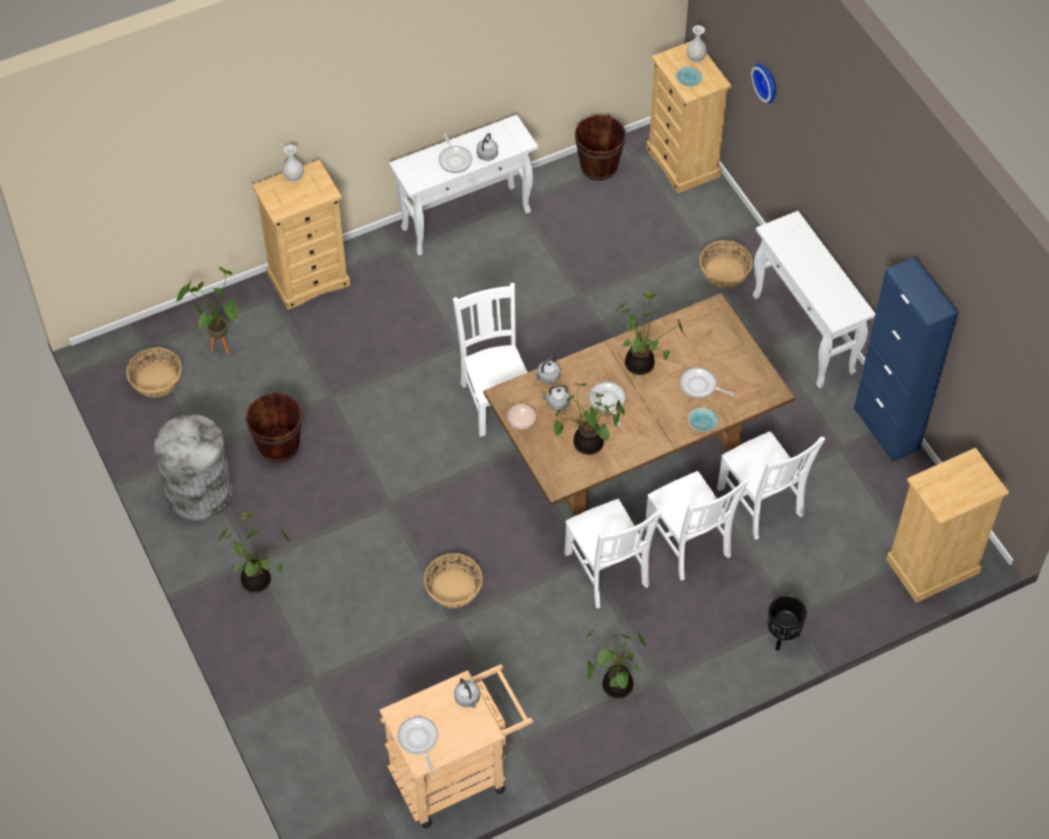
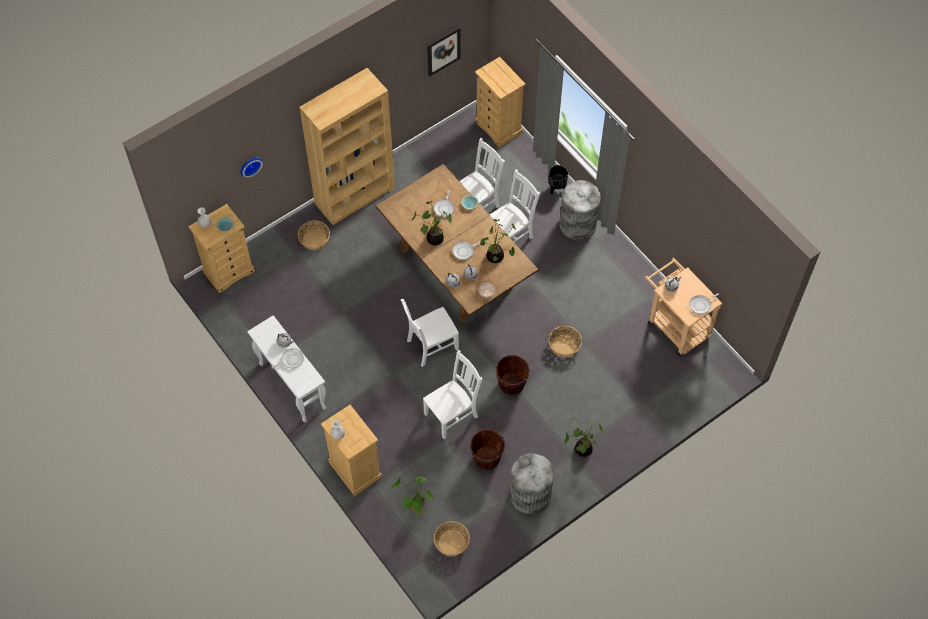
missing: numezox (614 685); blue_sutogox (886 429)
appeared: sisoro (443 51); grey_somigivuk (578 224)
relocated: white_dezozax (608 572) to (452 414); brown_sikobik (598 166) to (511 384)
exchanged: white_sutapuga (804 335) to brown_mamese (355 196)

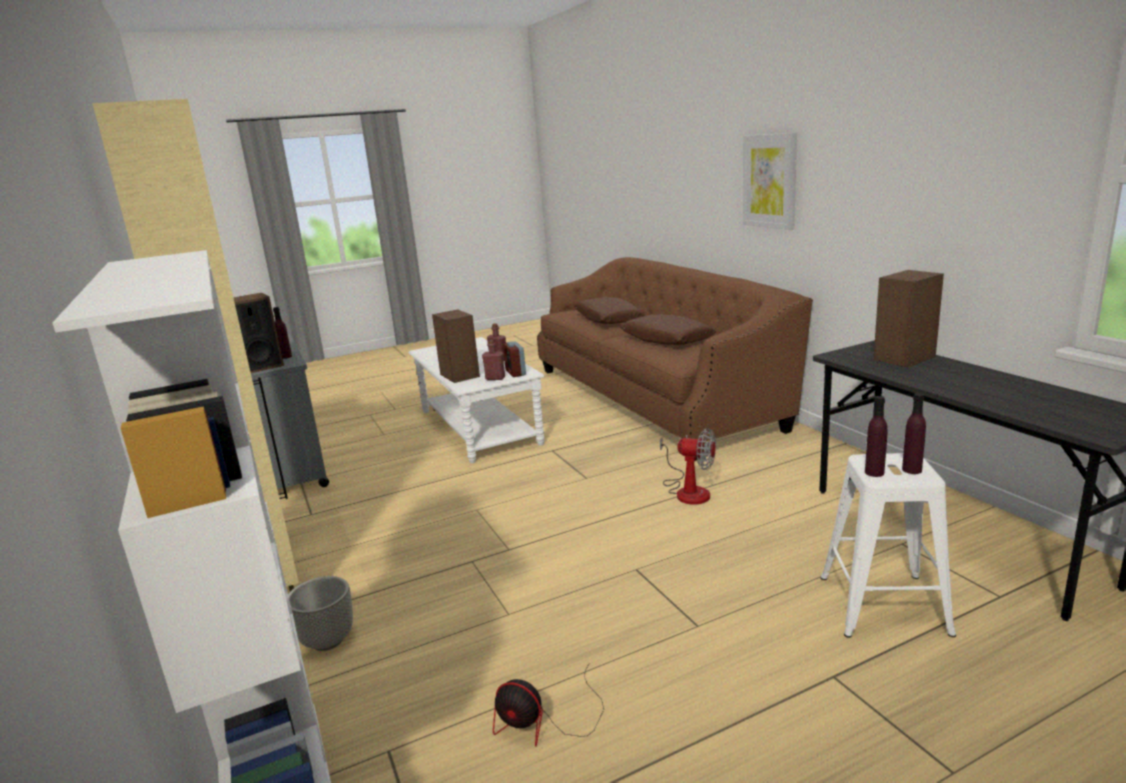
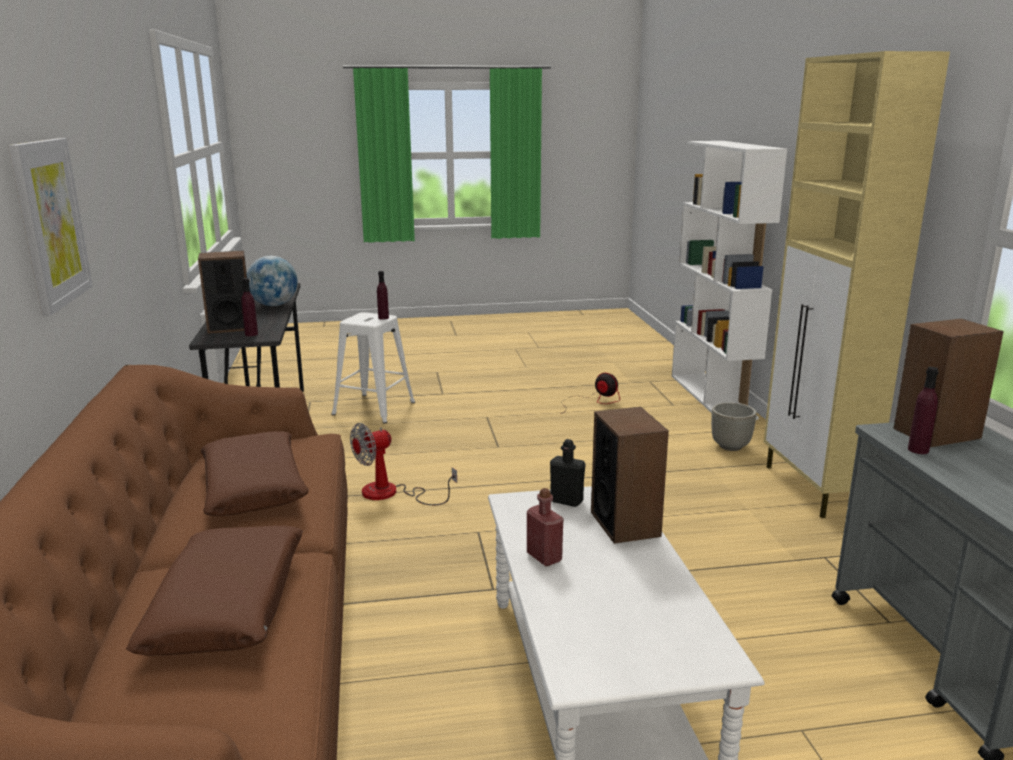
missing: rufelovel (515 373)
appeared: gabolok (274 305)
relocated: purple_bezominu (911 470) to (251 334)
colour: red_bezominu (495 378) to black_bezominu (566 501)
spun: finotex (688 490) = (391 494) 75 degrees counterclockwise

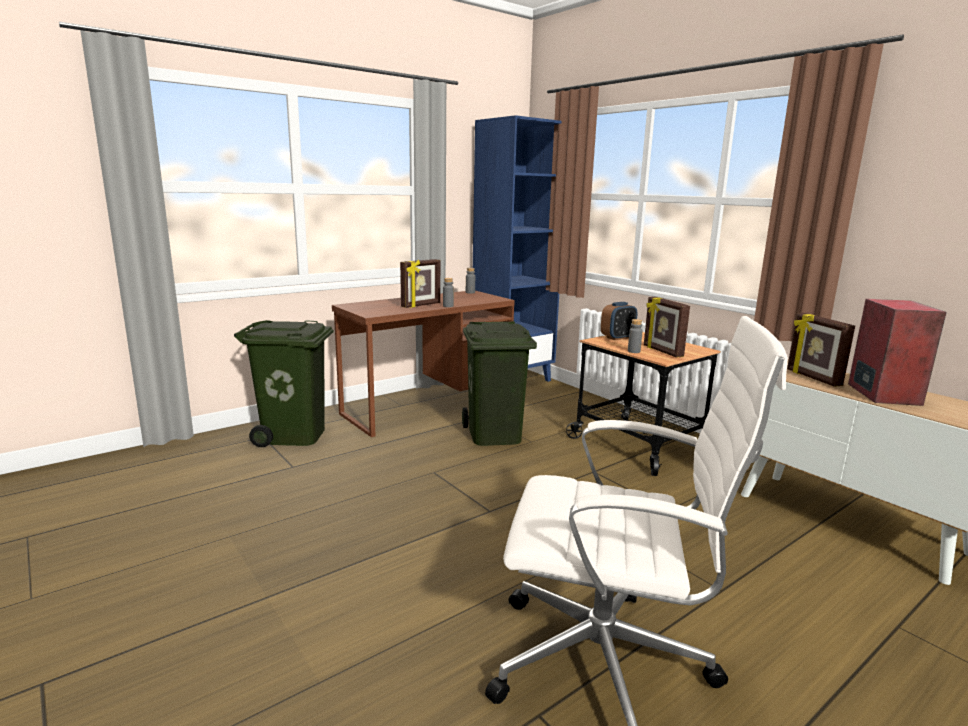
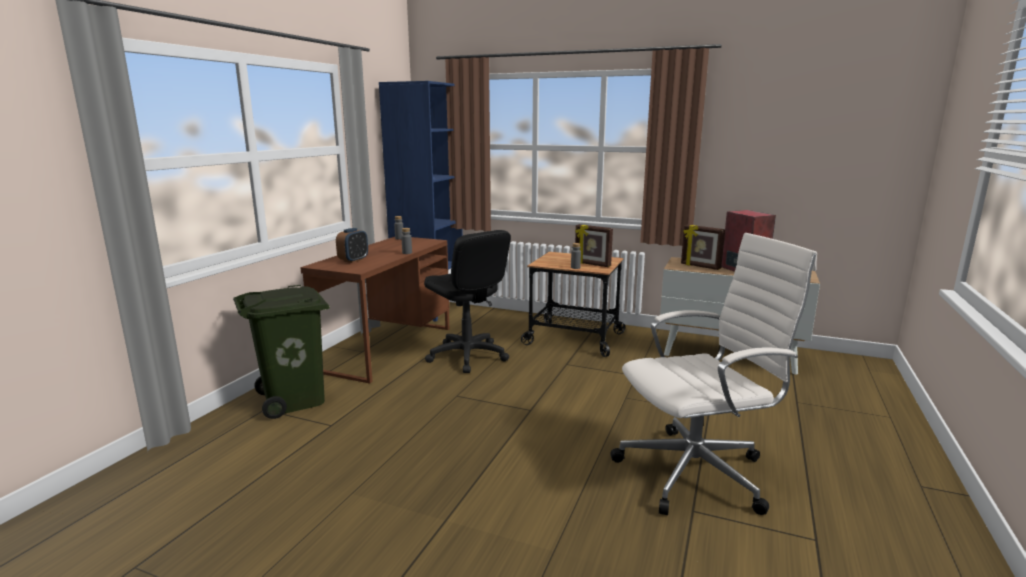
missing: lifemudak (421 305)
relocated: rufelovel (617 337) to (353 260)
exchanged: green_somigivuk (493 434) to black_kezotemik (467 356)

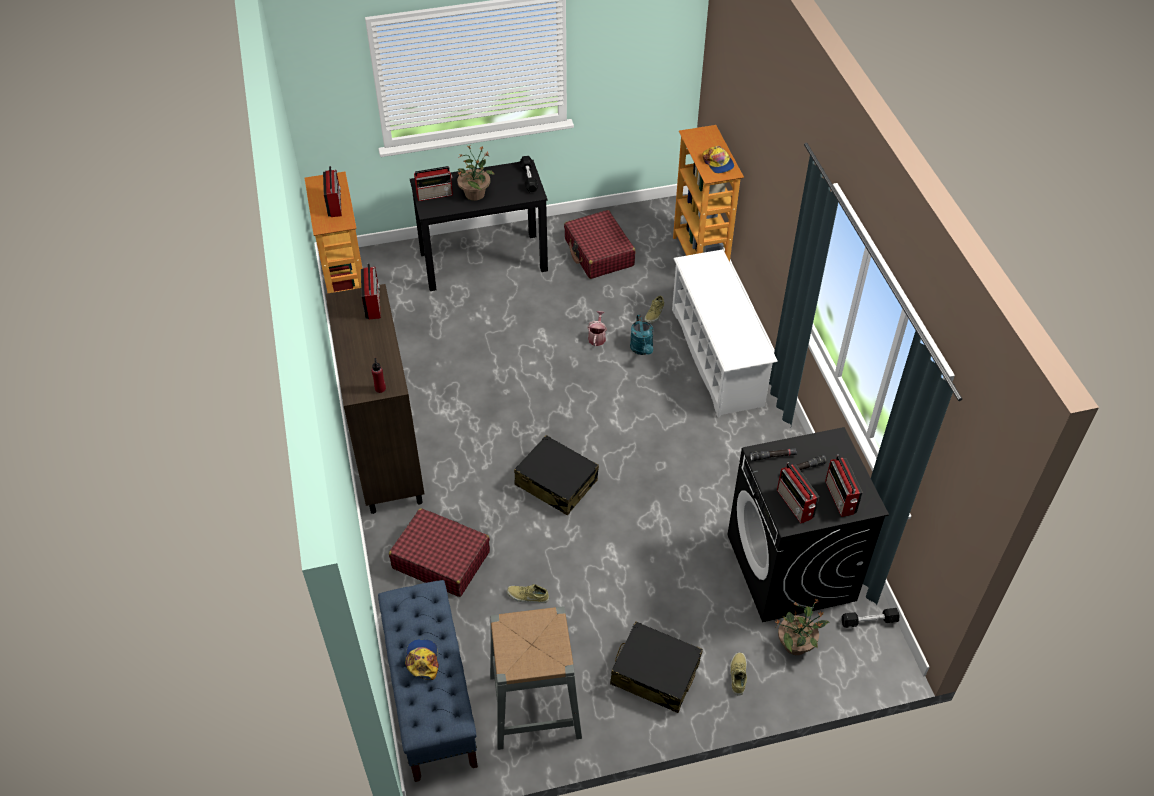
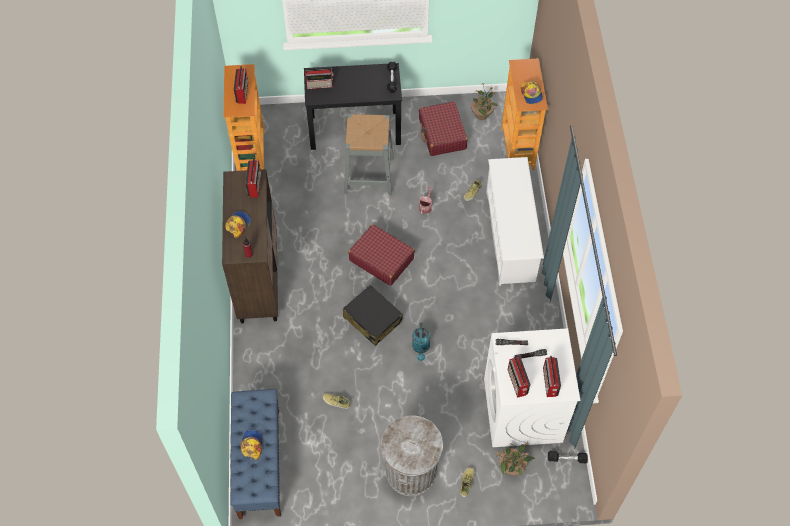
appeared: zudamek (238 224)
relocated: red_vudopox (441 559) to (381 259); numezox (475 193) to (482 114); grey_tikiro (535 706) to (369 175); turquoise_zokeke (642 349) to (421 348)
exchanged: black_vudopox (655 674) to grey_somigivuk (410 472)
colour: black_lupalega (791 568) to white_lupalega (523 411)

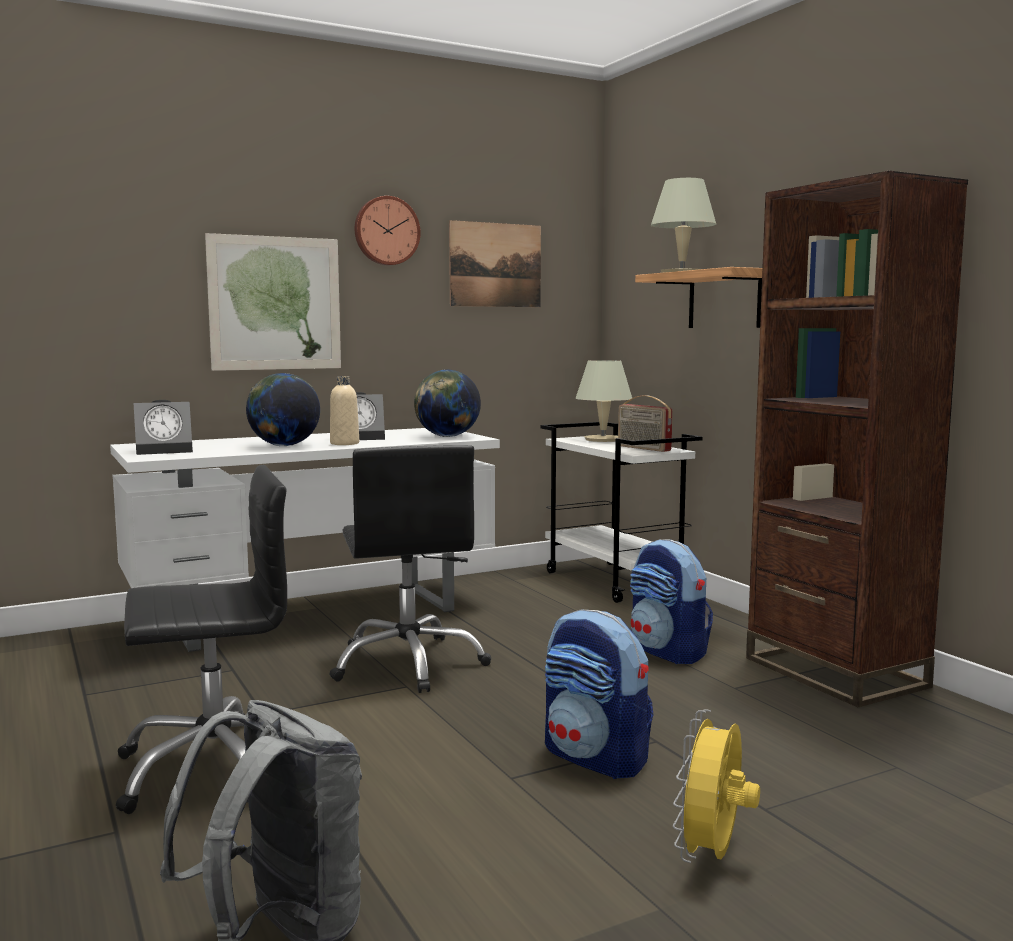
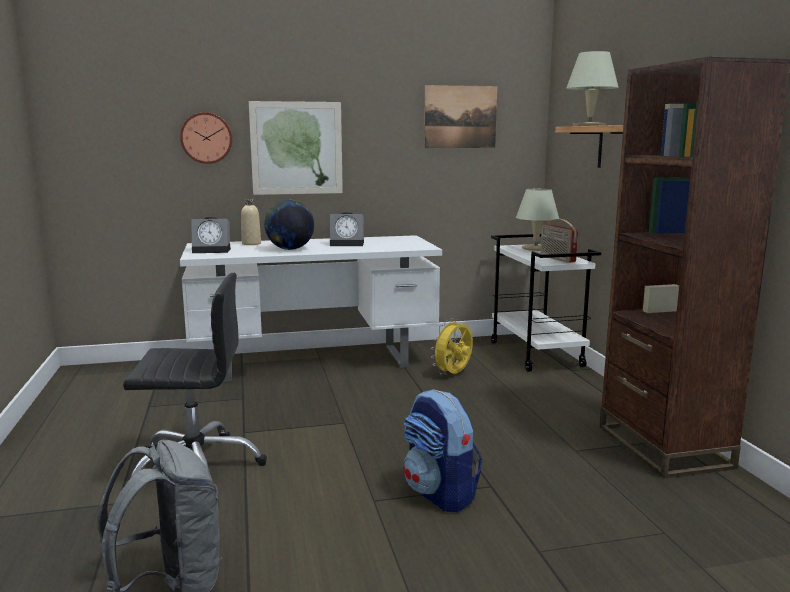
missing: black_kezotemik (409 663); gabolok (447 436); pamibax (668 652)
relocated: beige_bezominu (344 443) to (251 244); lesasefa (386 231) to (206 138); yellow_finotex (712 856) to (453 374)

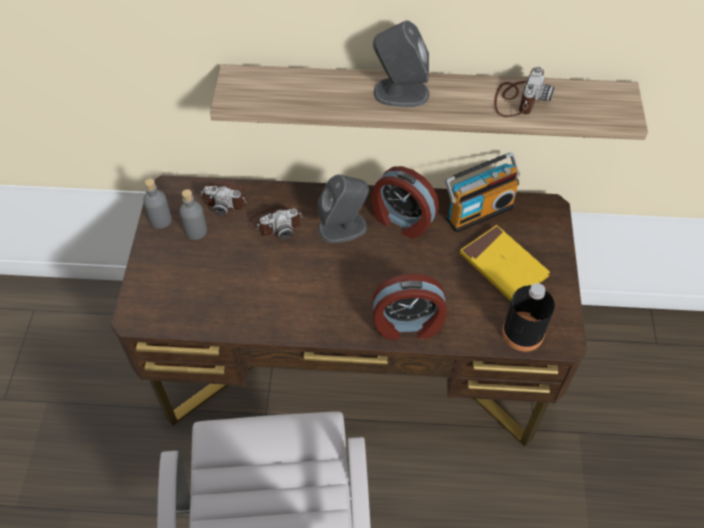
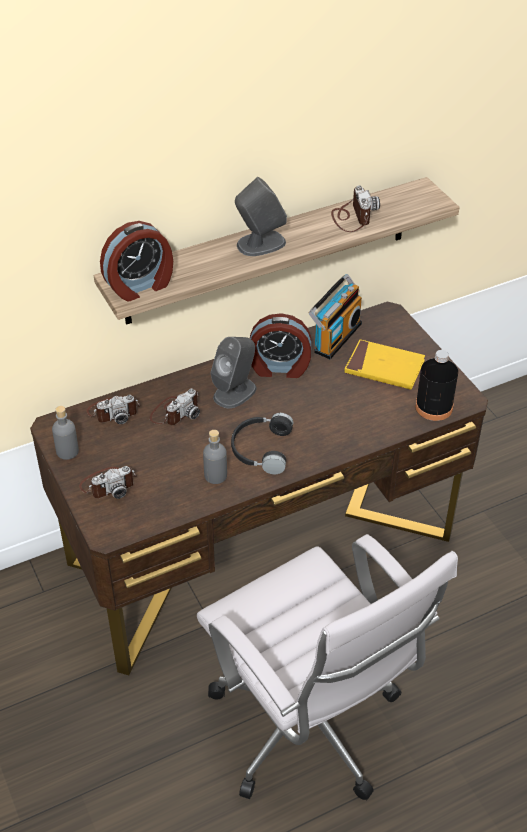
appeared: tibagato (108 484); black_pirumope (260 449)
relocated: grey_bezominu (196 231) to (215 475); rufelovel (407 325) to (140 286)

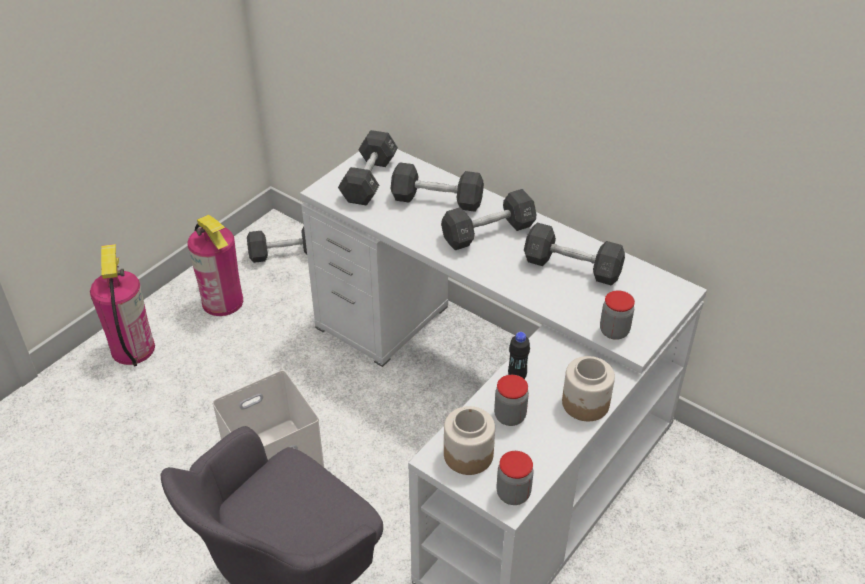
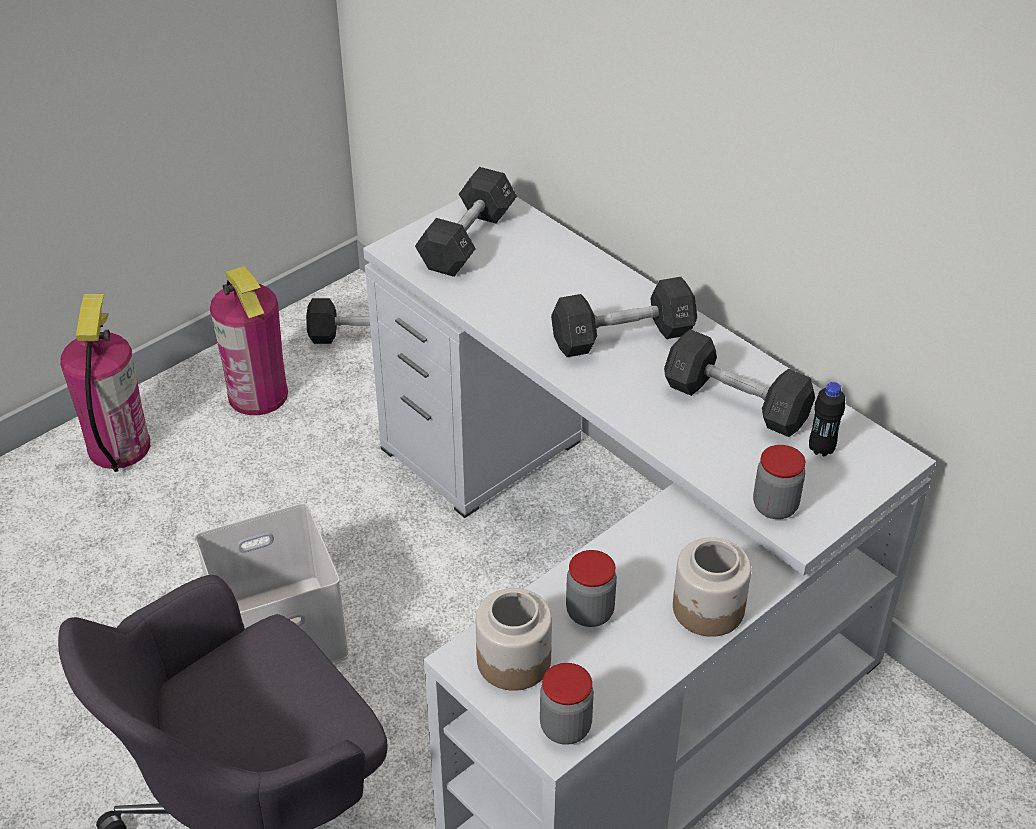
missing: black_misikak (437 200)
relocated: black_bezominu (517 376) to (821 449)

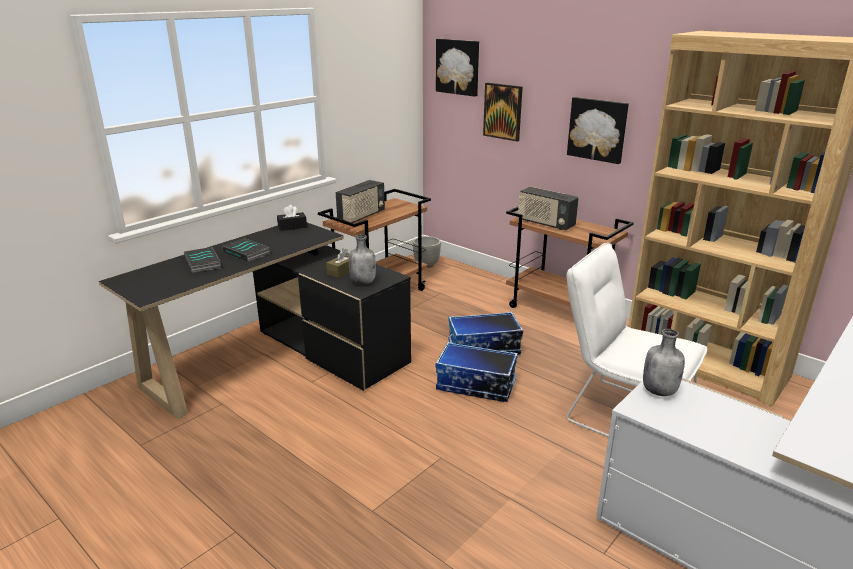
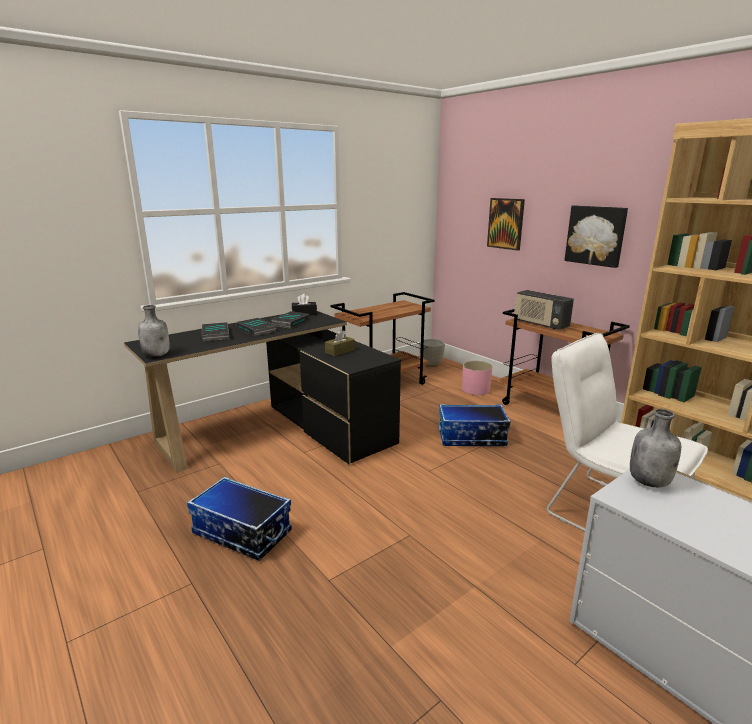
missing: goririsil (361 216); sisoro (458 67)
appeared: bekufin (290 322); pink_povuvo (476 390)
relocated: grey_bezominu (363 282) to (157 355); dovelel (475 385) to (241 533)

